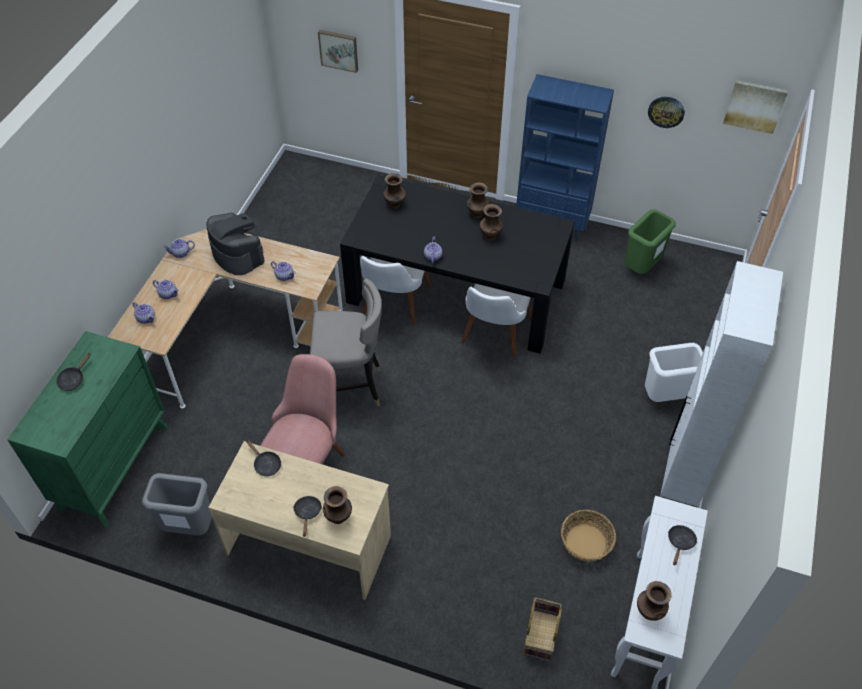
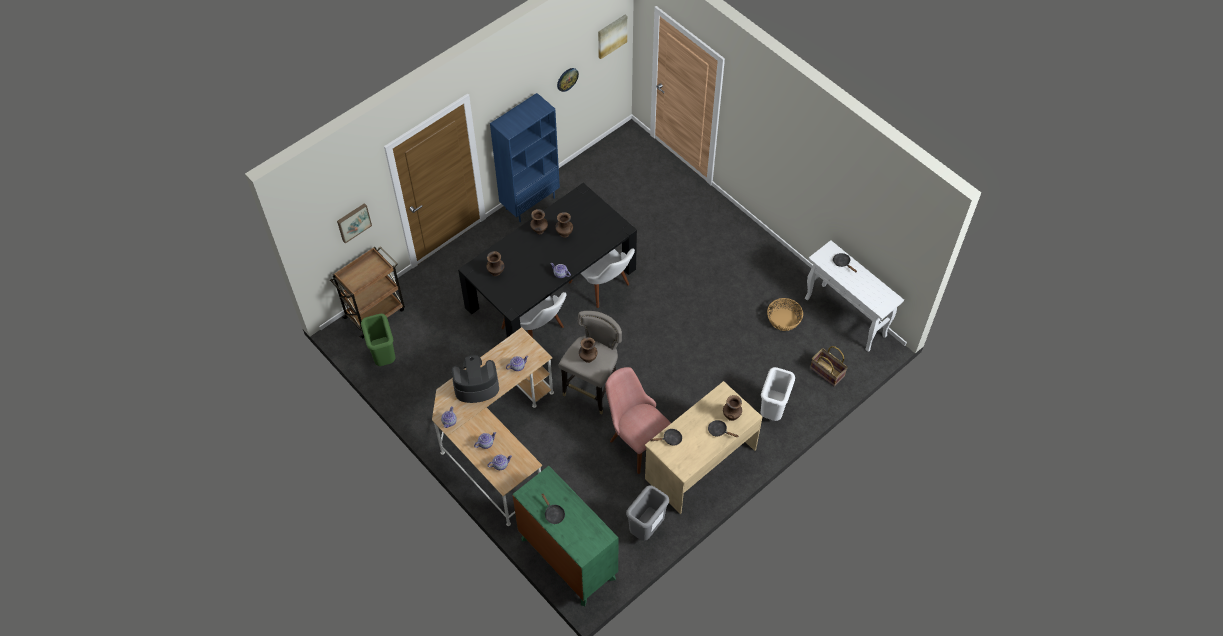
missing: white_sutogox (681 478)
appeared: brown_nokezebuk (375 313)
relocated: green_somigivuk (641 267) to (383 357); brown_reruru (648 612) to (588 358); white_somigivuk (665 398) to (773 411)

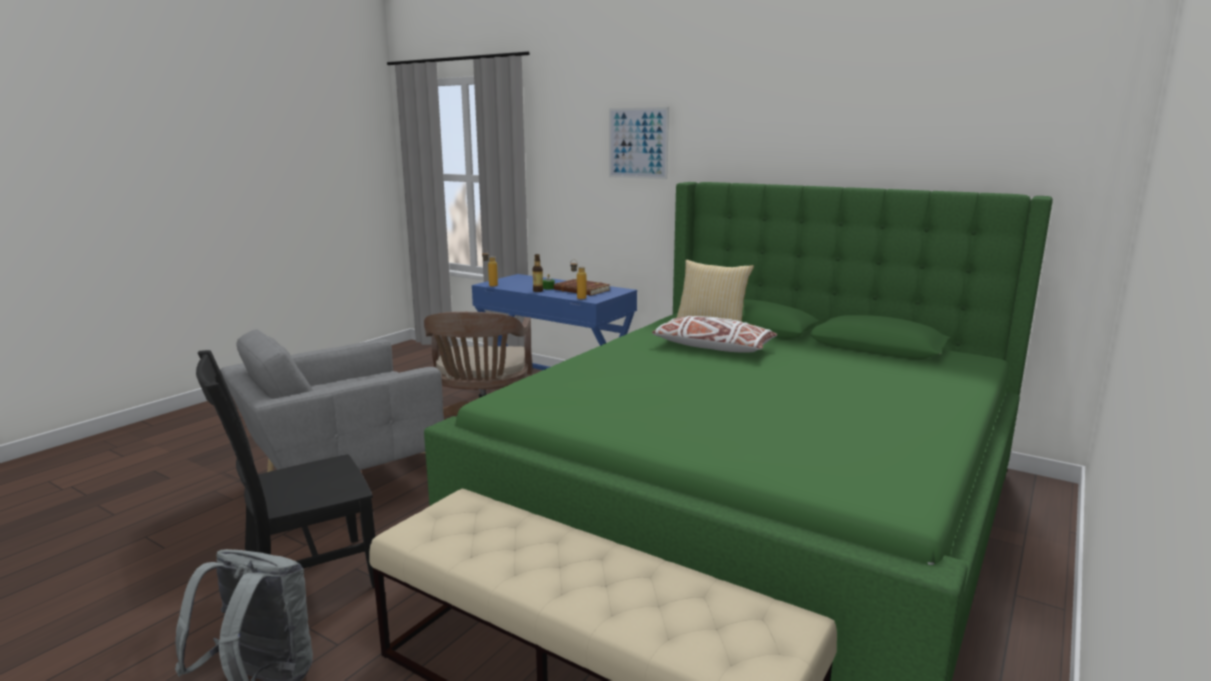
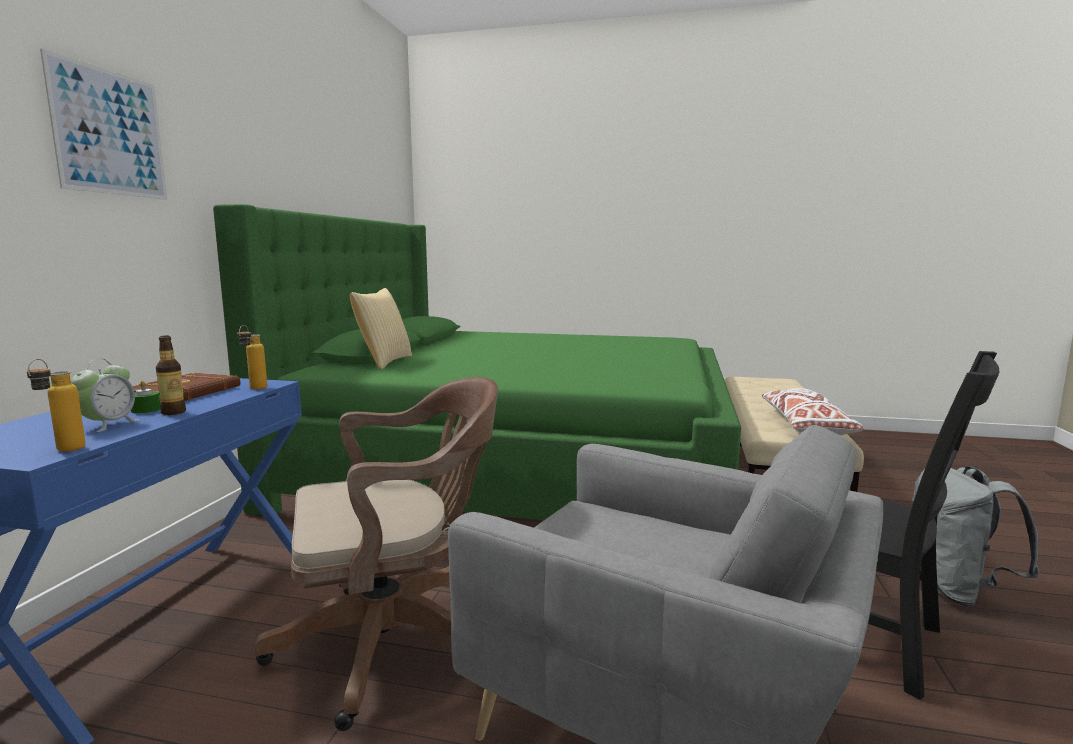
appeared: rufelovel (109 425)
relocated: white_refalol (712 347) to (806 426)

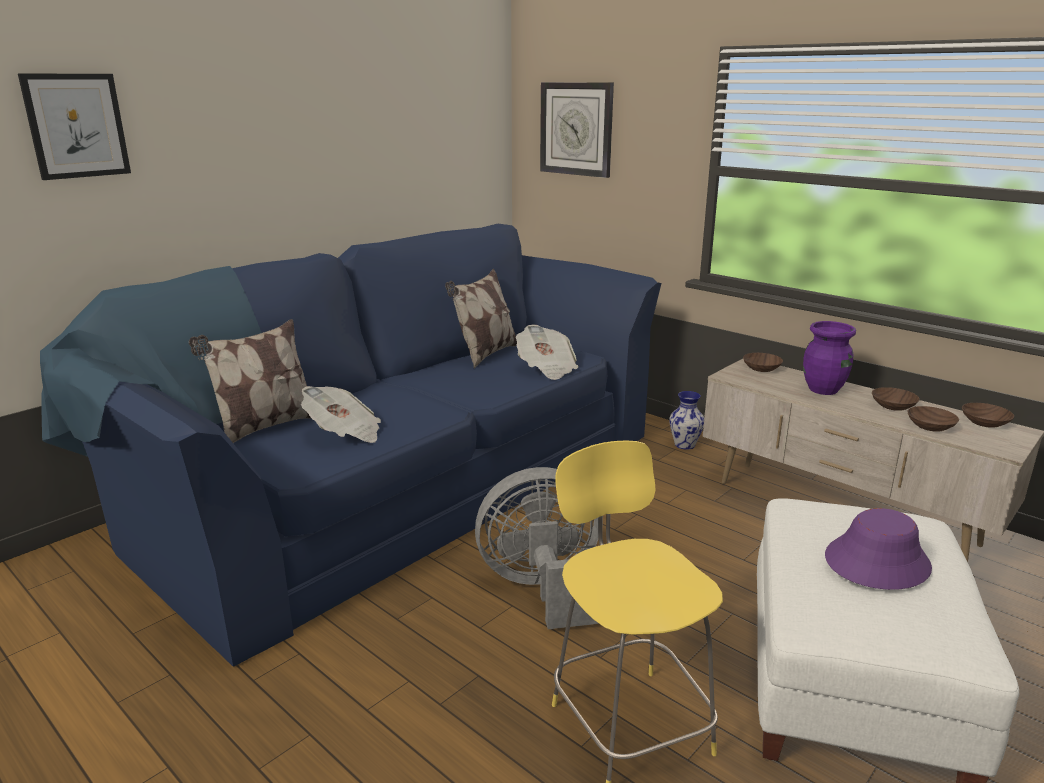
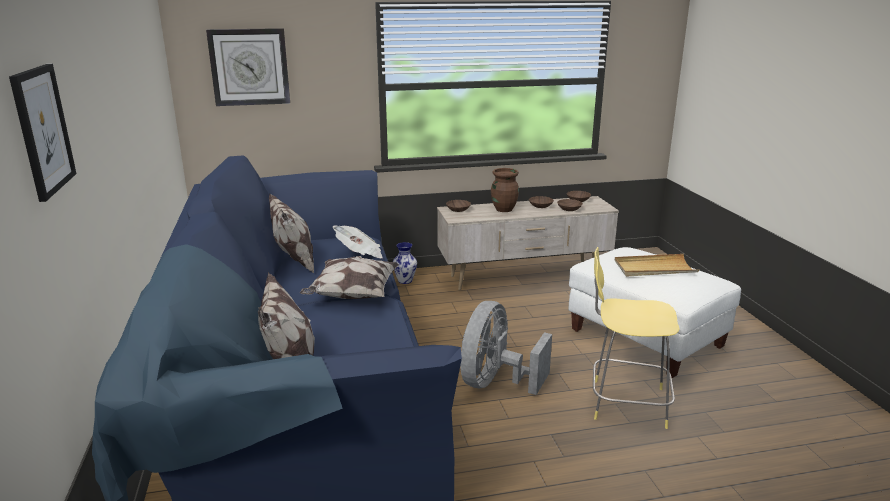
missing: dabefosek (344 433)
appeared: refalol (352 295)
exchanged: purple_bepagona (876 562) to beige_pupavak (654 268)
colour: purple_reruru (823 389) to brown_reruru (504 209)

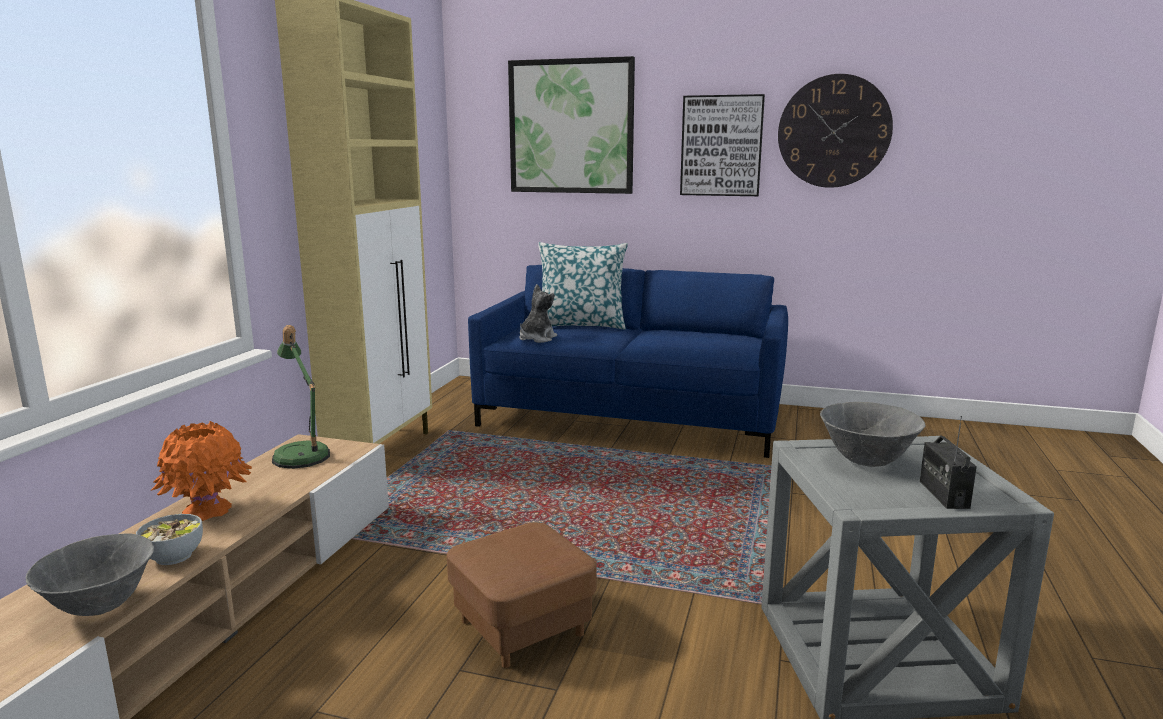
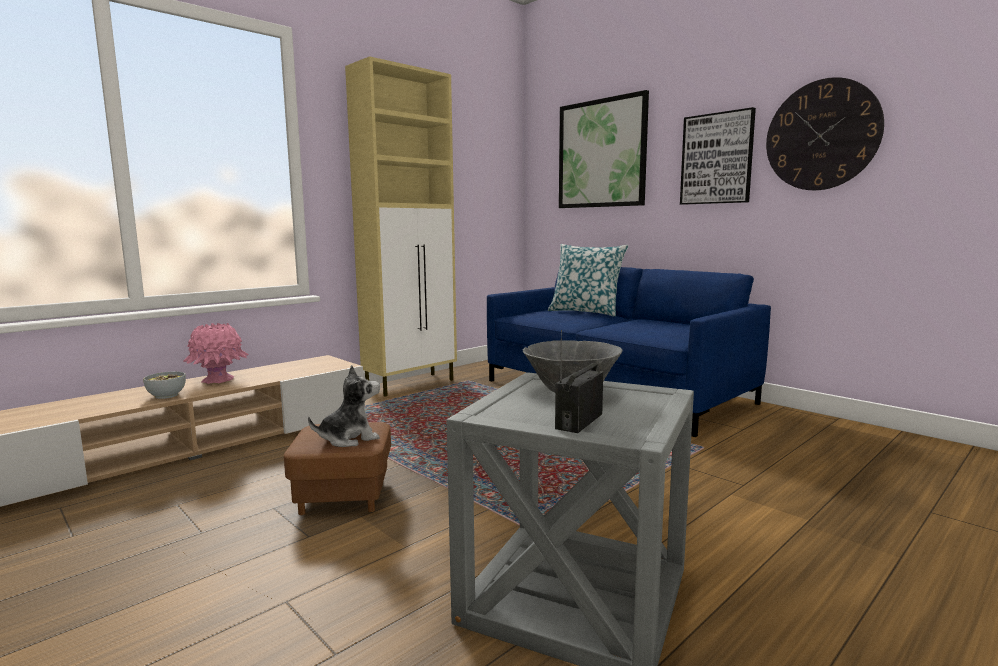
missing: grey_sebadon (100 607); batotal (301 453)
relocated: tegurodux (536 339) to (349 439)
colour: orange_reruru (207 510) to pink_reruru (218 380)

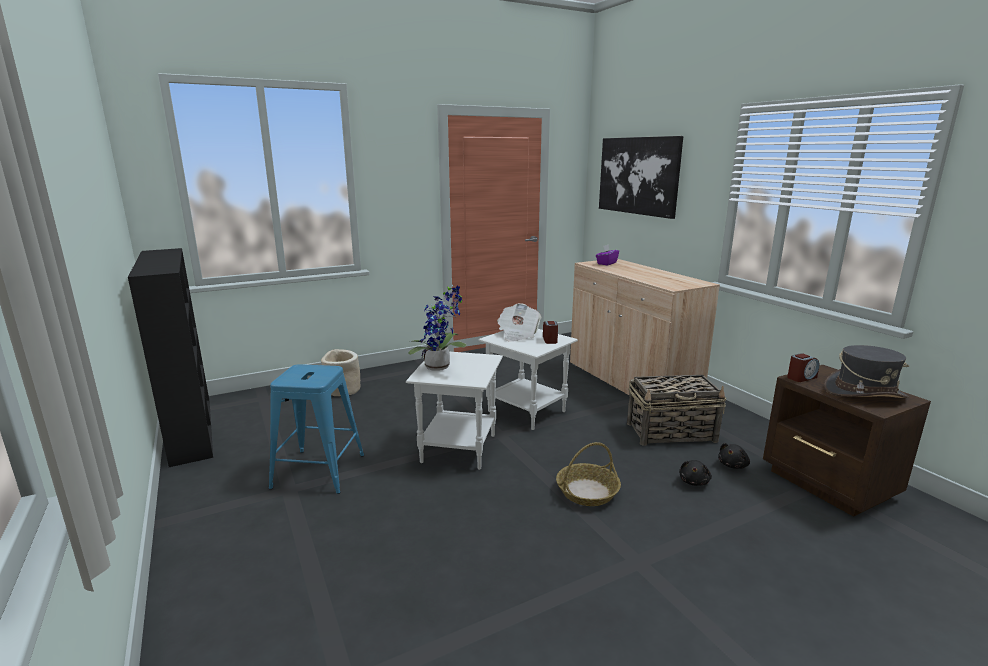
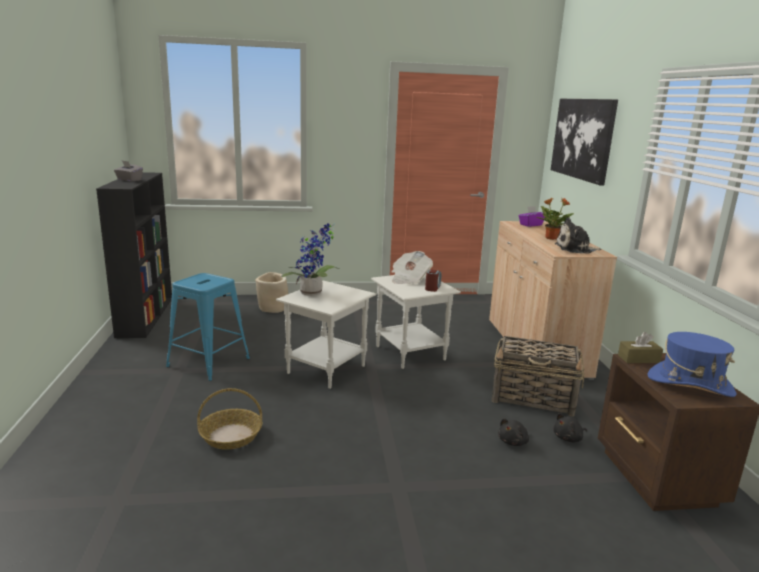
appeared: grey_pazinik (129 180); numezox (551 238); tegurodux (575 249)
relocated: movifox (587 492) to (230 436)
exchanged: rufelovel (801 377) to brown_pazinik (638 359)
colour: grey_bepagona (864 393) to blue_bepagona (690 384)

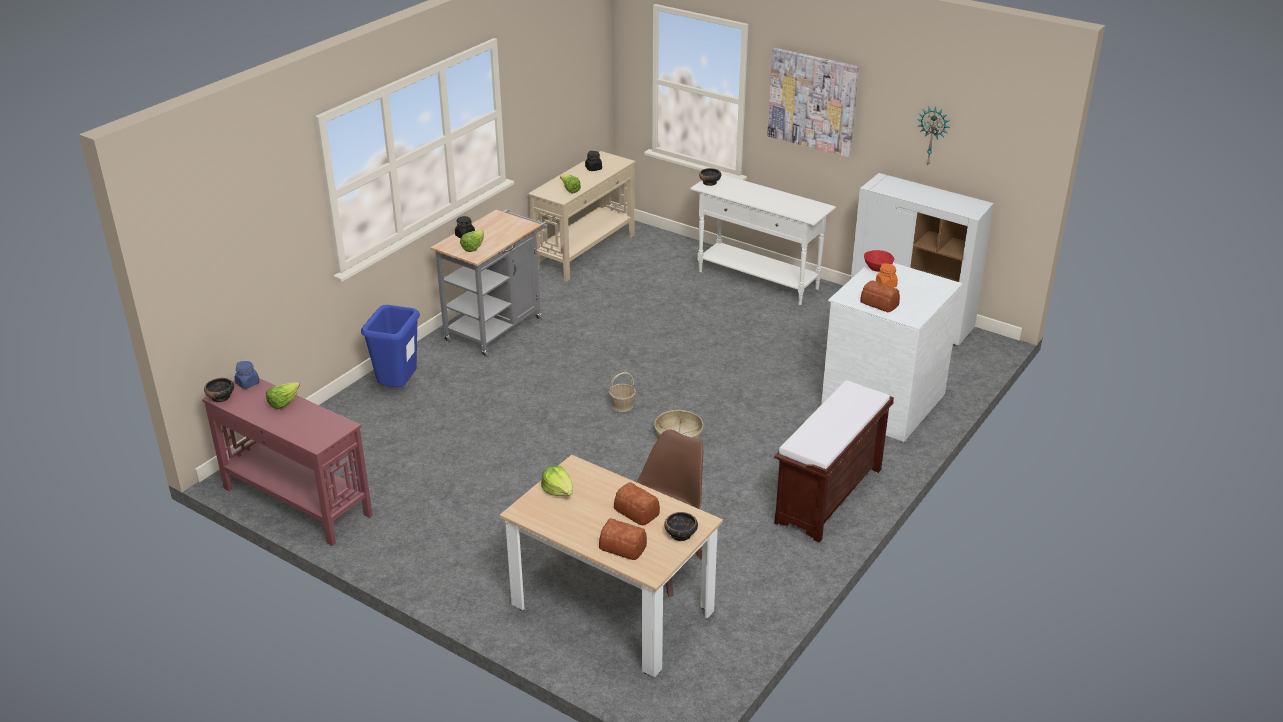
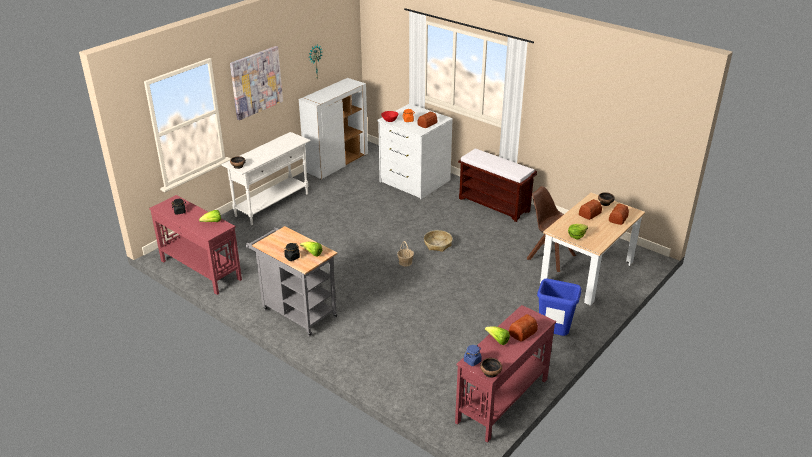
appeared: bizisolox (522 332)
relocated: blue_somigivuk (398 388) to (553 335)
colour: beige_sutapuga (585 252) to red_sutapuga (200 269)

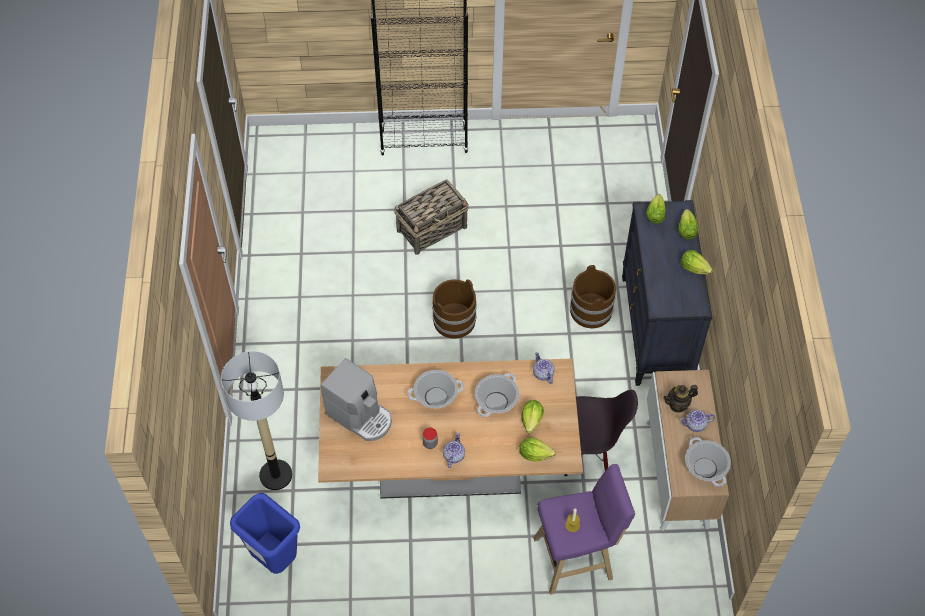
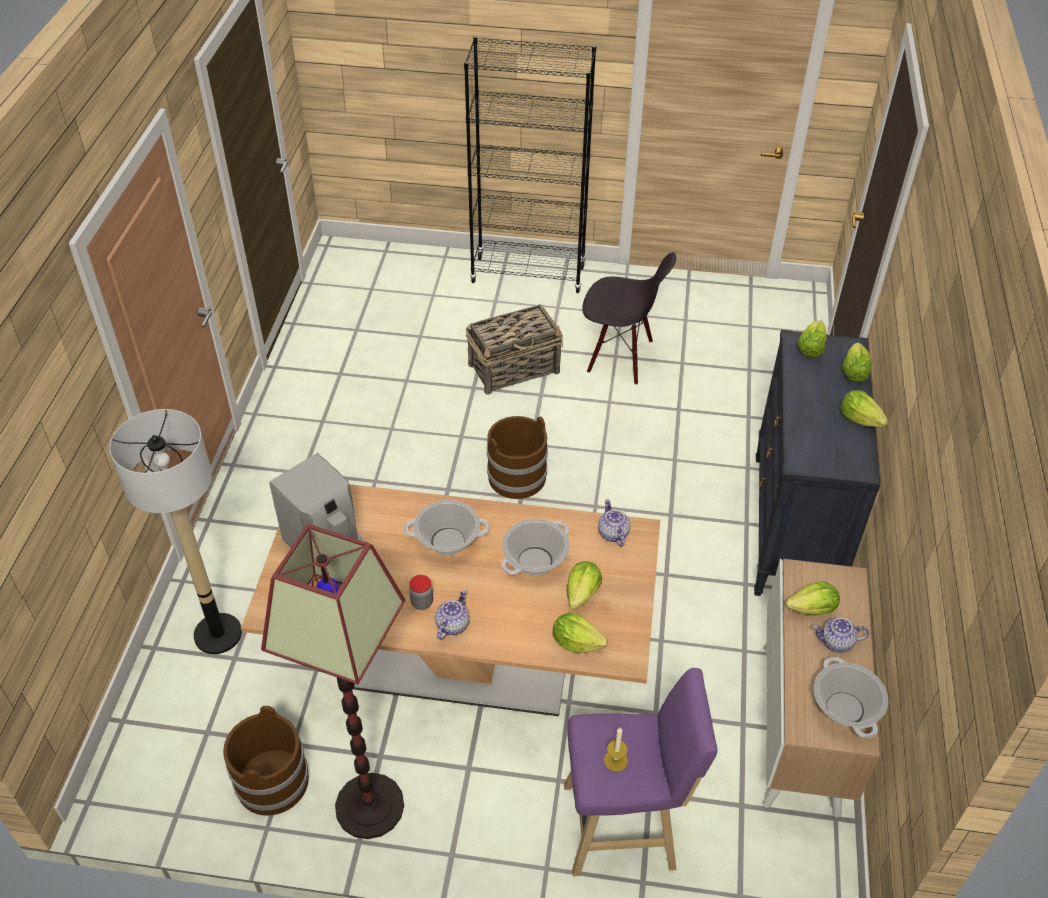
missing: blue_somigivuk (274 558)
appeared: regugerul (369 806)
relocated: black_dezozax (588 454) to (620 357); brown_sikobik (591 311) to (272 782)
exchanged: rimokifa (678 405) to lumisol (812 610)

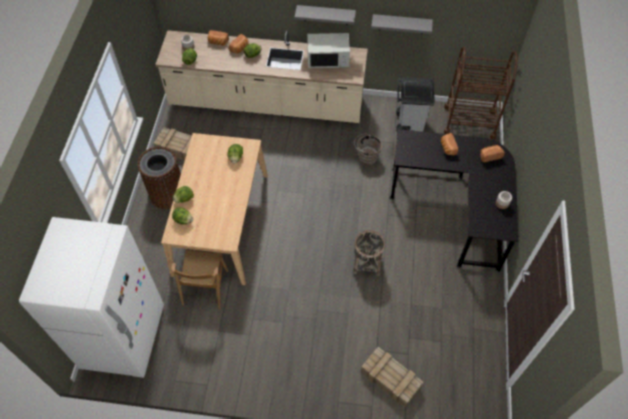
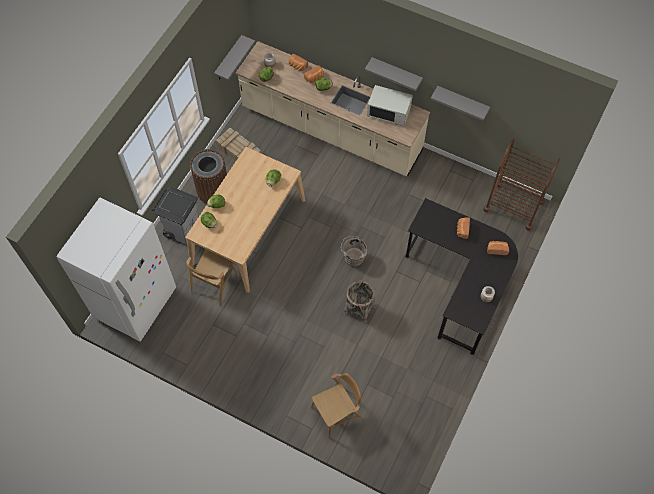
appeared: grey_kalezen (228 59)
relocated: brown_sikobik (366 157) to (353 257); grey_somigivuk (409 124) to (182 229)
exchanged: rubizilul (391 379) to brown_dezozax (337 413)

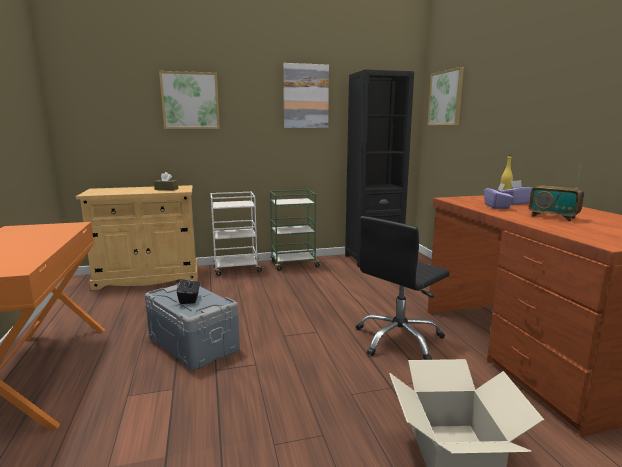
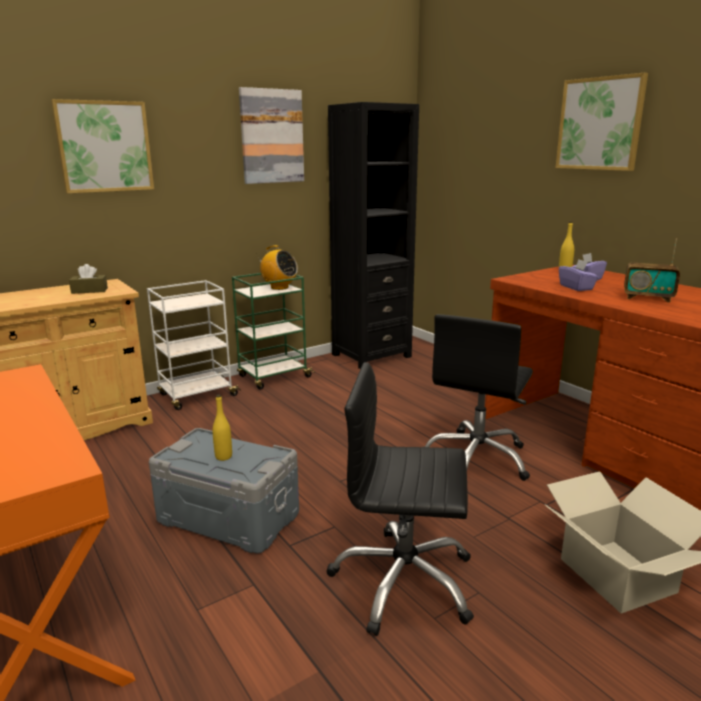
appeared: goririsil (279 287); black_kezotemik (403 582)
relocated: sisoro (446 98) to (600 124)
exchanged: black_pazinik (189 299) to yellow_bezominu (223 457)

